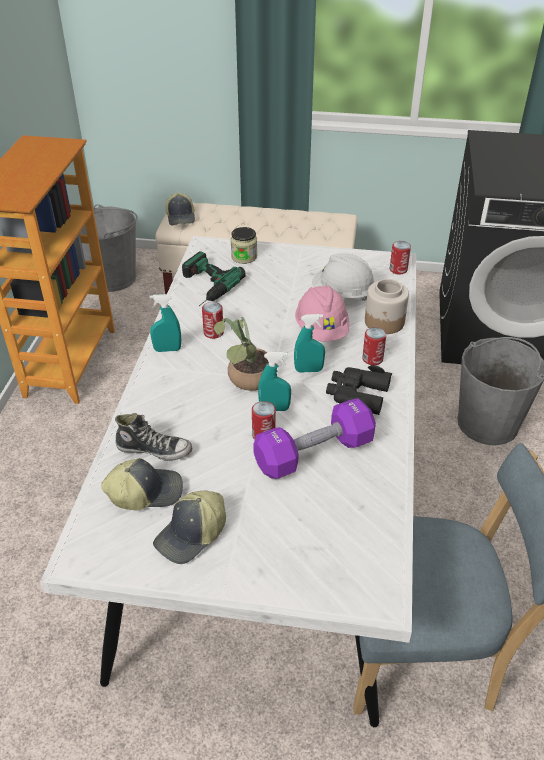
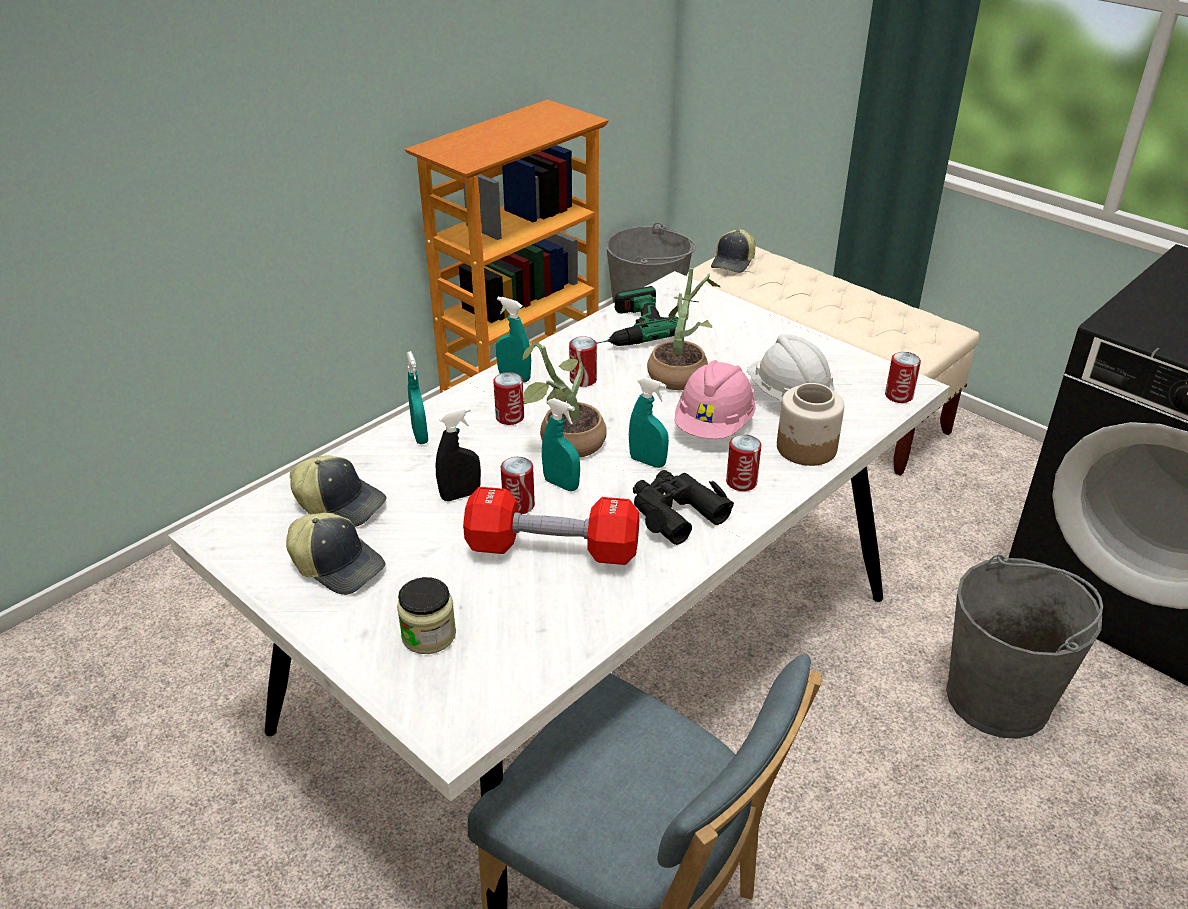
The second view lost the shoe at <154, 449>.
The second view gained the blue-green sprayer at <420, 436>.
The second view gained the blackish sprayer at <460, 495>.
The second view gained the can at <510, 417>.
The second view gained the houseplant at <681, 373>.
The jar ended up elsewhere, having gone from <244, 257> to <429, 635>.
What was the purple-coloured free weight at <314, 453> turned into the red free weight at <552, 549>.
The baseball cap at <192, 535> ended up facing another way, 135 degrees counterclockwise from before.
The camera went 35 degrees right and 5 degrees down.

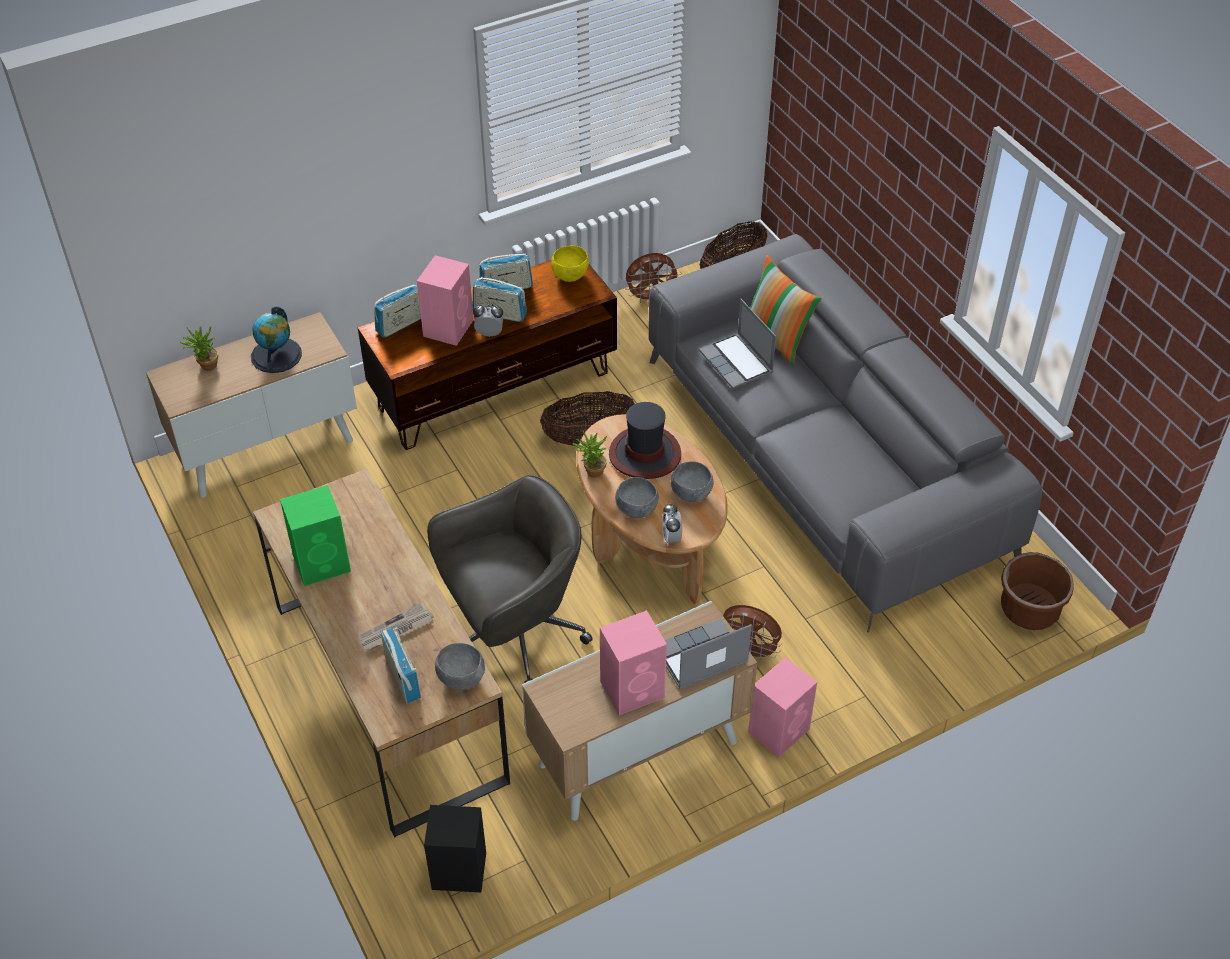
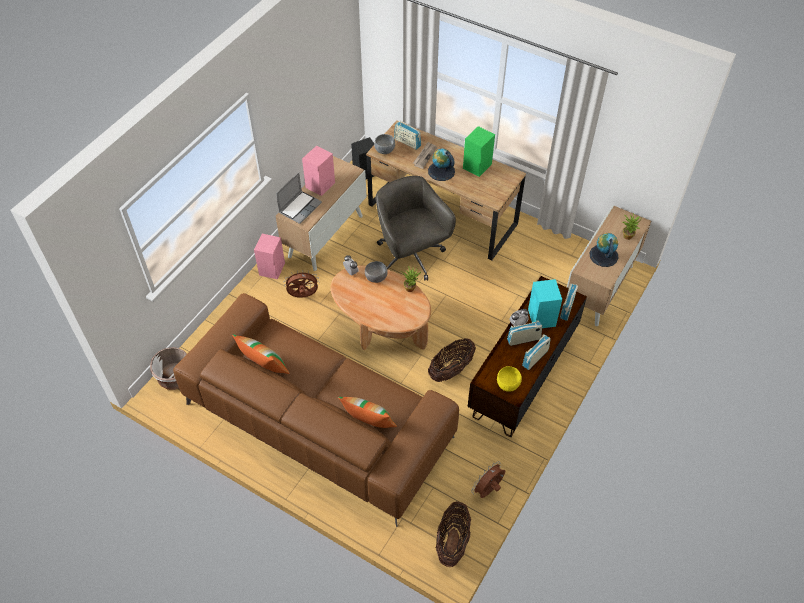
The second view lost the wearable hat at <645, 454>.
The second view lost the greyish deep dish at <691, 494>.
The second view lost the notebook computer at <737, 363>.
The second view gained the pillow at <264, 367>.
The second view gained the world globe at <441, 171>.
What was the pinkish speaker at <449, 327> turned into the blue-green speaker at <542, 318>.
What was the greyish sofa at <825, 456> turned into the brown-coloured sofa at <318, 420>.
What was the brown-coloured plant pot at <1029, 609> turned into the whitish plant pot at <174, 377>.
The greyish computer chair at <513, 634> ended up facing another way, 120 degrees clockwise from before.
The camera went 150 degrees right and 5 degrees up.

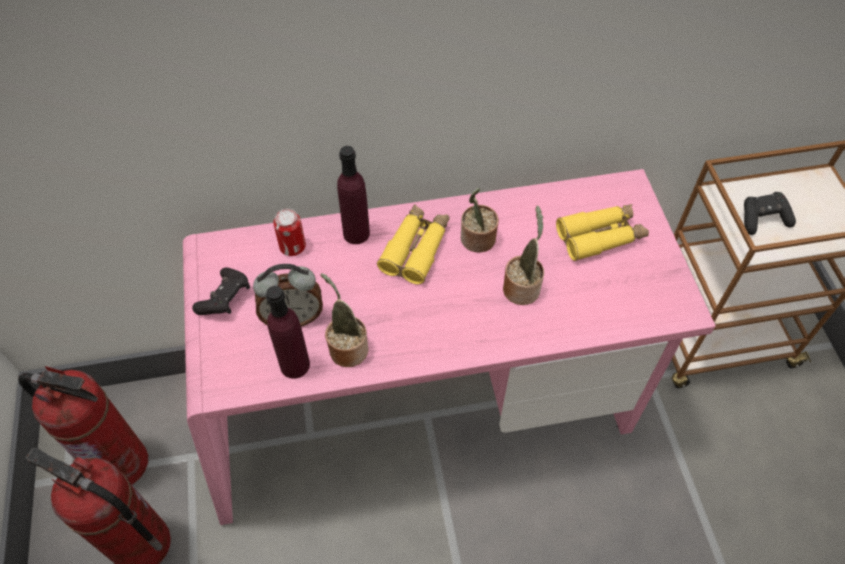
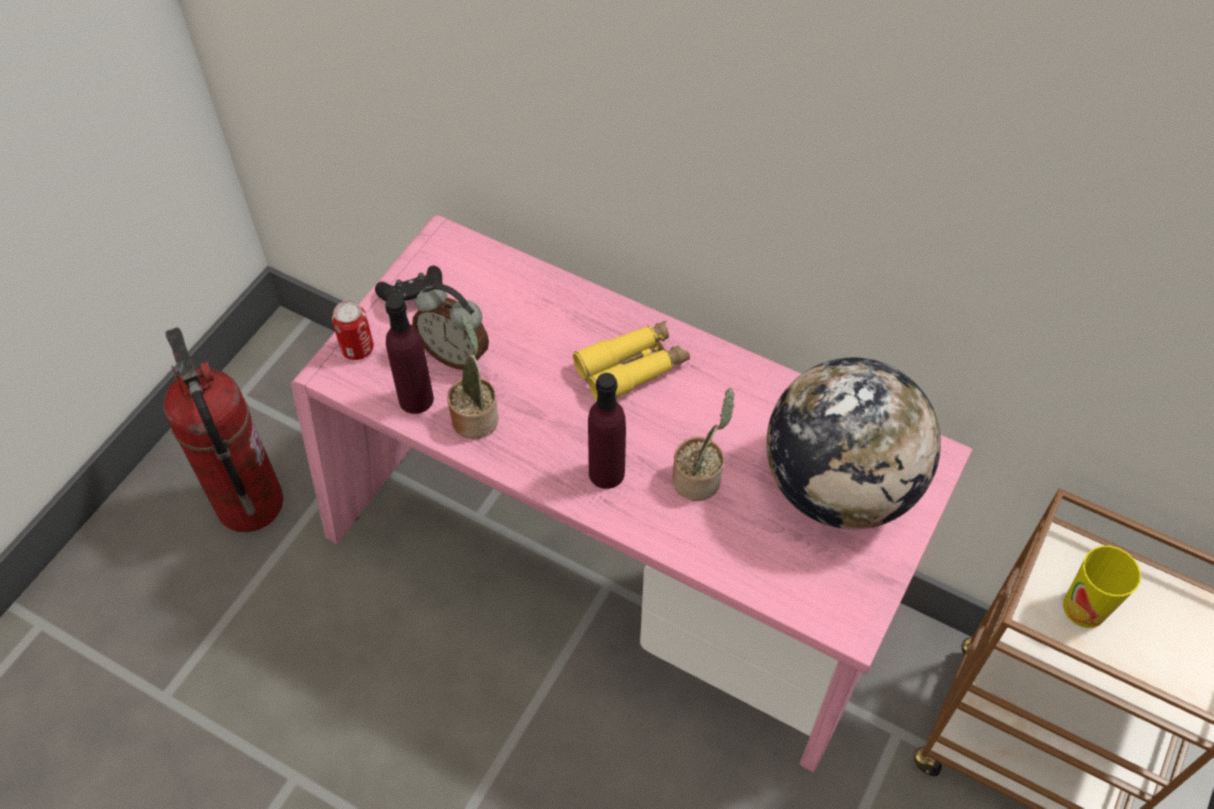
The second view lost the fire extinguisher at <121, 463>.
The second view lost the houseplant at <477, 240>.
The can ended up elsewhere, having gone from <292, 247> to <357, 348>.
The purple-coloured drink bottle ended up elsewhere, having gone from <356, 233> to <606, 473>.
Where the yellowish pair of binoculars stood at <600, 237>, the world globe came to stand at <839, 486>.
Where the blackish game controller stood at <762, 219>, the cup came to stand at <1084, 608>.
The camera went 40 degrees right and 0 degrees up.

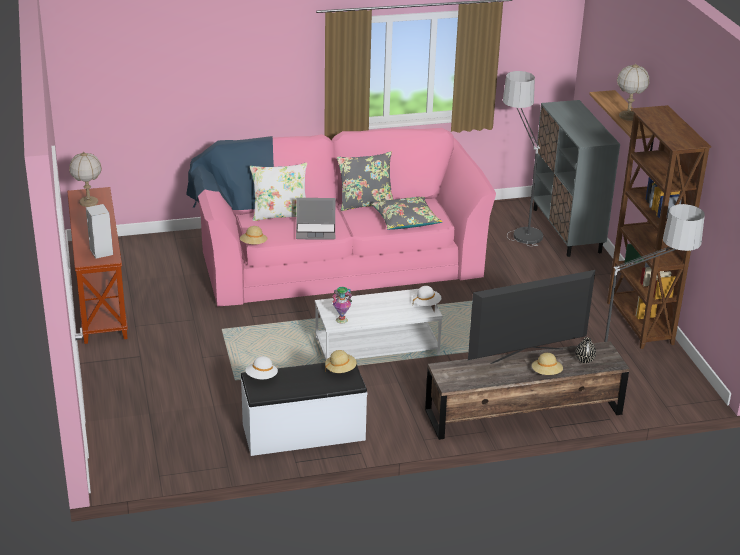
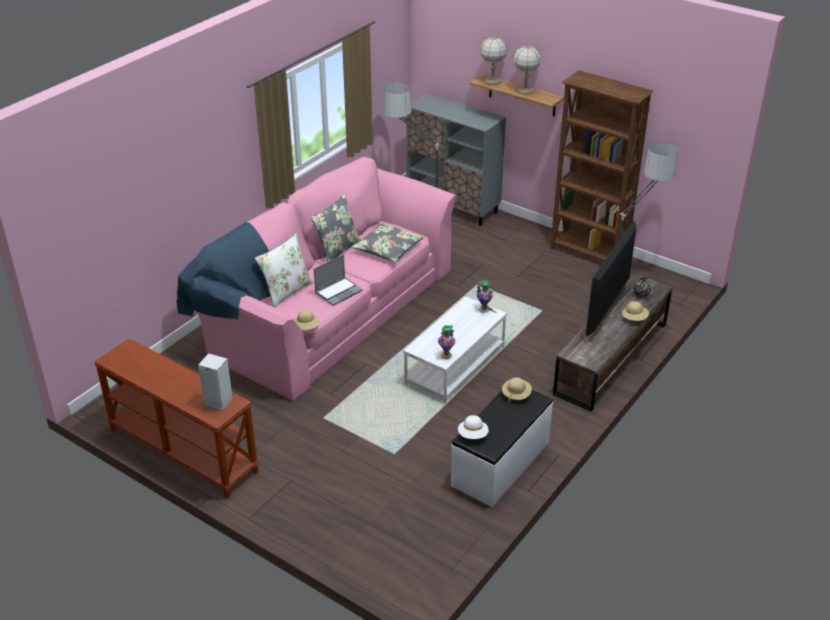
The table lamp ended up elsewhere, having gone from <88, 202> to <492, 81>.
Where the whitish wearable hat stood at <426, 304>, the vase came to stand at <483, 309>.
The camera went 40 degrees left and 5 degrees up.

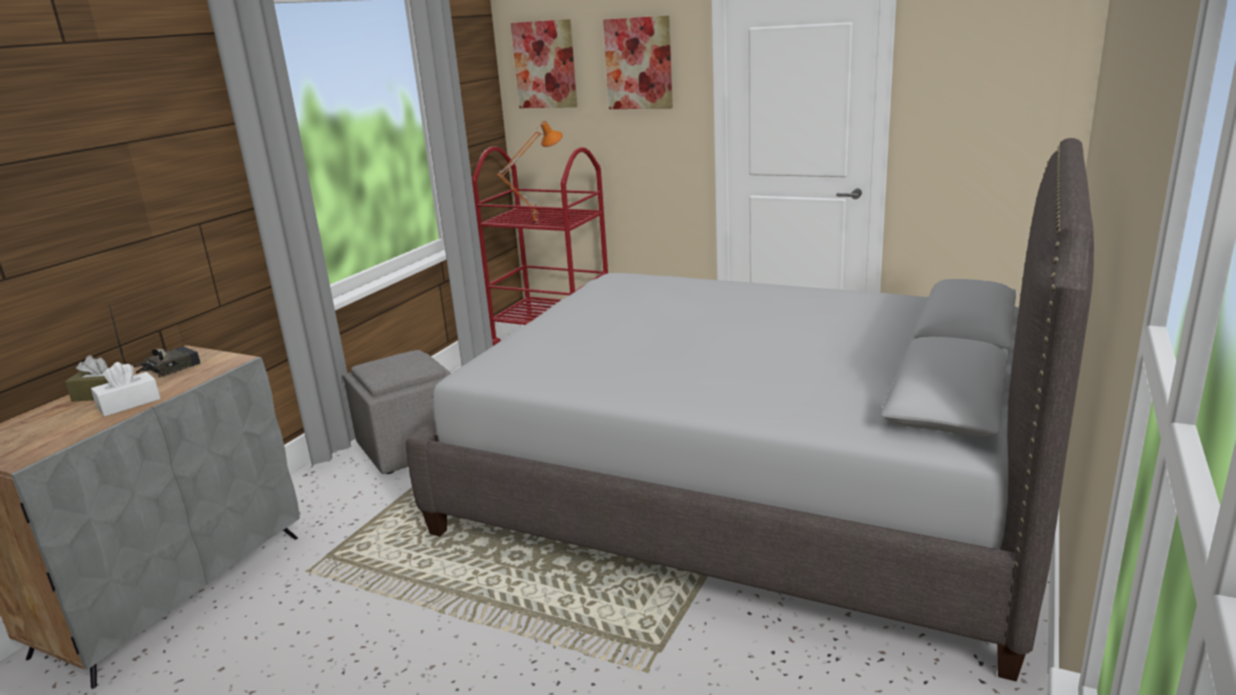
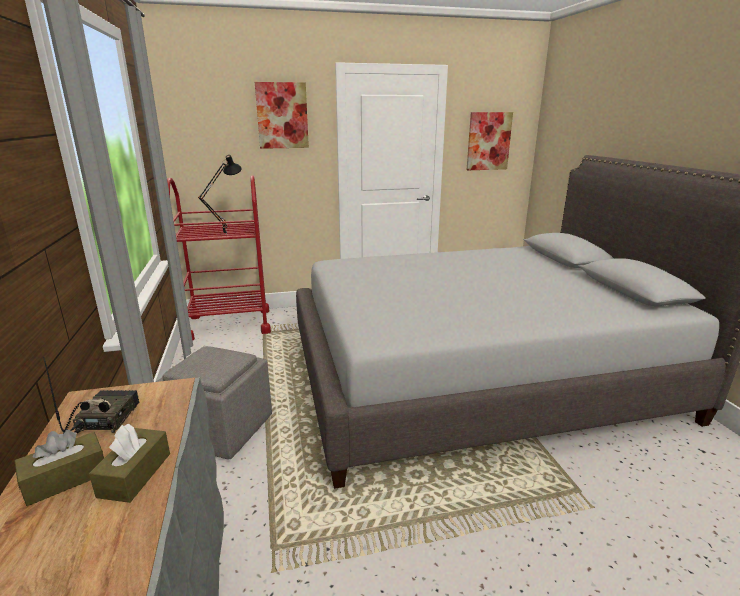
The picture ended up elsewhere, having gone from <545, 64> to <488, 141>.
What was the whitish box of tissues at <129, 404> turned into the brown-coloured box of tissues at <135, 475>.
What was the orange table lamp at <536, 223> turned into the blackish table lamp at <224, 234>.
The camera went 40 degrees left and 0 degrees up.

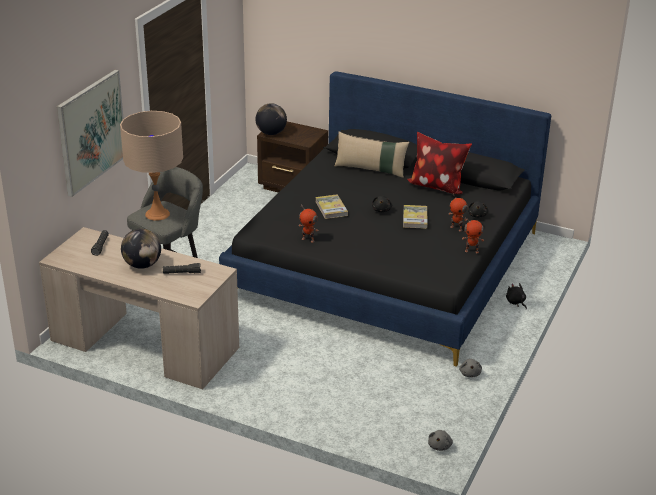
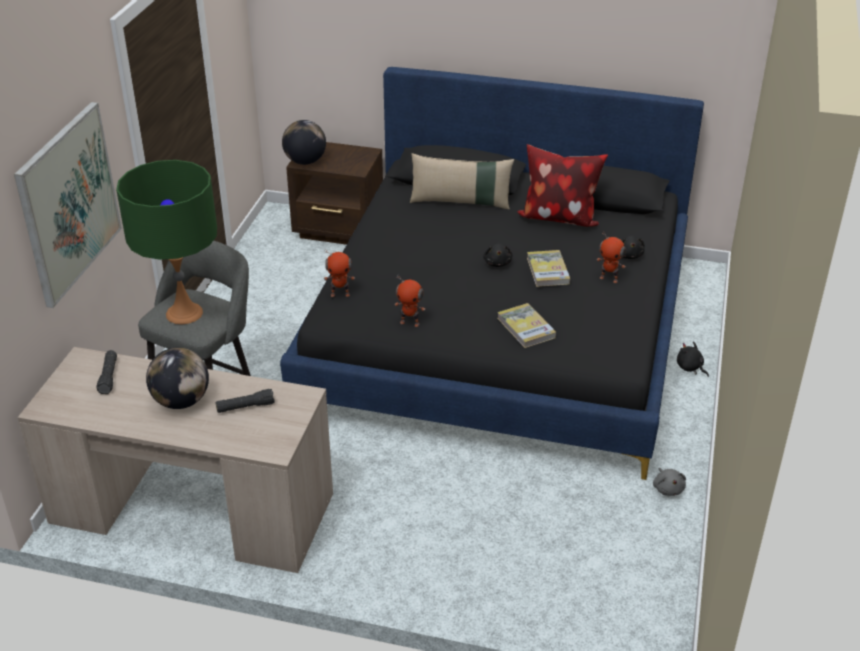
The second view lost the greyish soft toy at <440, 446>.
The book ended up elsewhere, having gone from <331, 208> to <526, 328>.
The toy robot ended up elsewhere, having gone from <471, 251> to <340, 294>.
What was the beige table lamp at <157, 214> turned into the green table lamp at <184, 313>.
The camera went 10 degrees left and 5 degrees up.

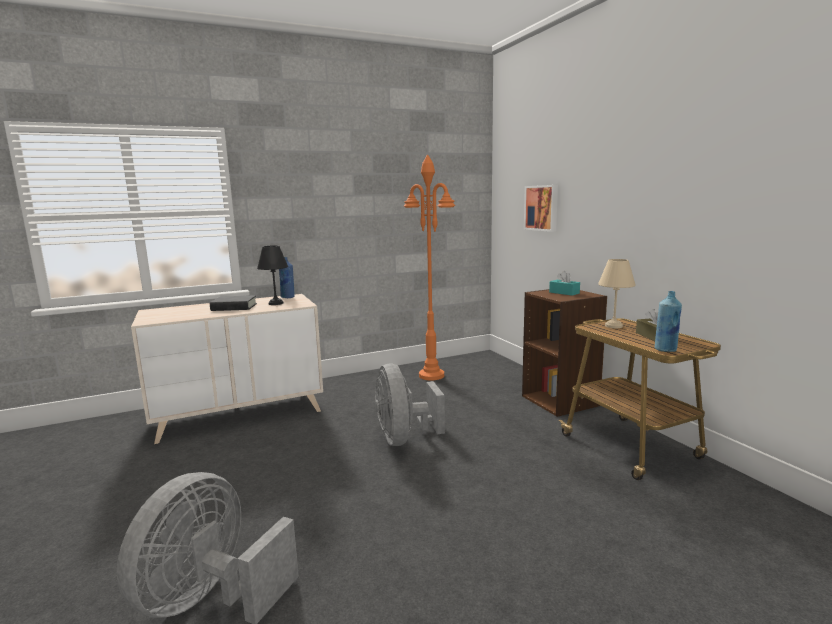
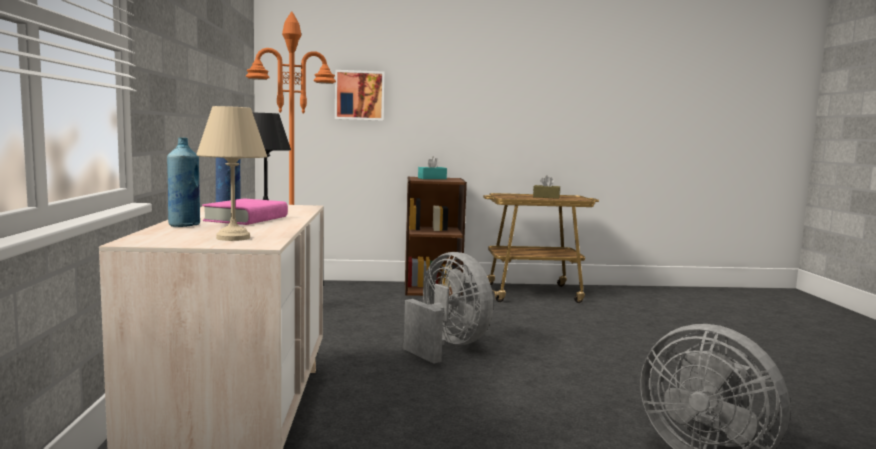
The beige table lamp ended up elsewhere, having gone from <614, 326> to <235, 238>.
The bluish drink bottle ended up elsewhere, having gone from <665, 350> to <184, 225>.
What was the blackish book at <234, 307> turned into the pinkish book at <246, 219>.
The greyish electric fan at <403, 438> ended up facing another way, 135 degrees counterclockwise from before.
The camera went 70 degrees left and 5 degrees down.

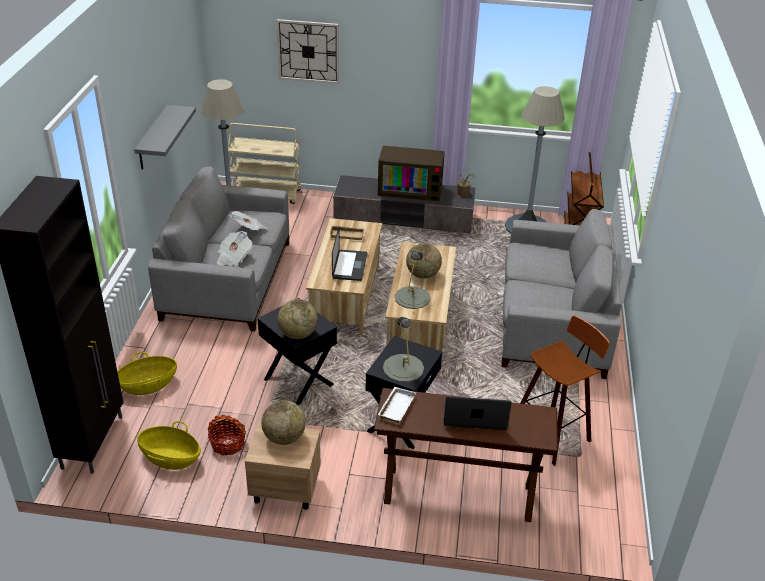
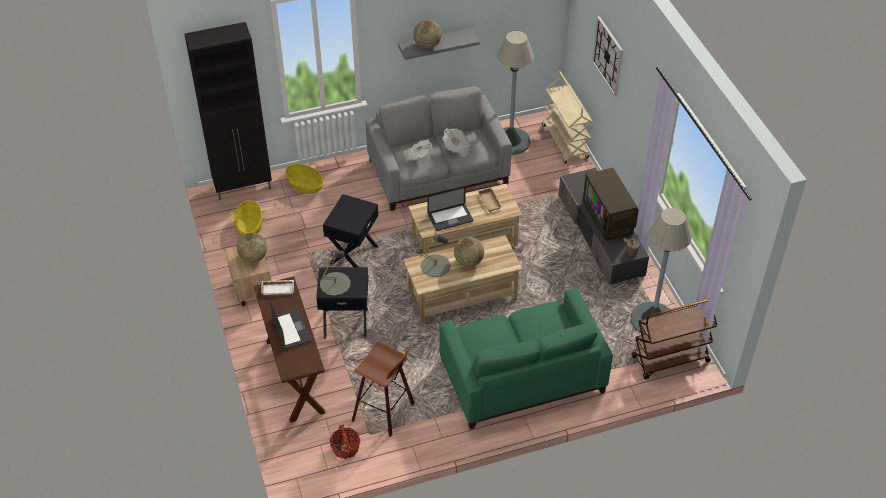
The basket ended up elsewhere, having gone from <227, 444> to <345, 448>.
The world globe ended up elsewhere, having gone from <298, 334> to <427, 45>.
What was the greyish sofa at <551, 322> turned into the green sofa at <521, 375>.
The camera went 65 degrees right and 10 degrees up.

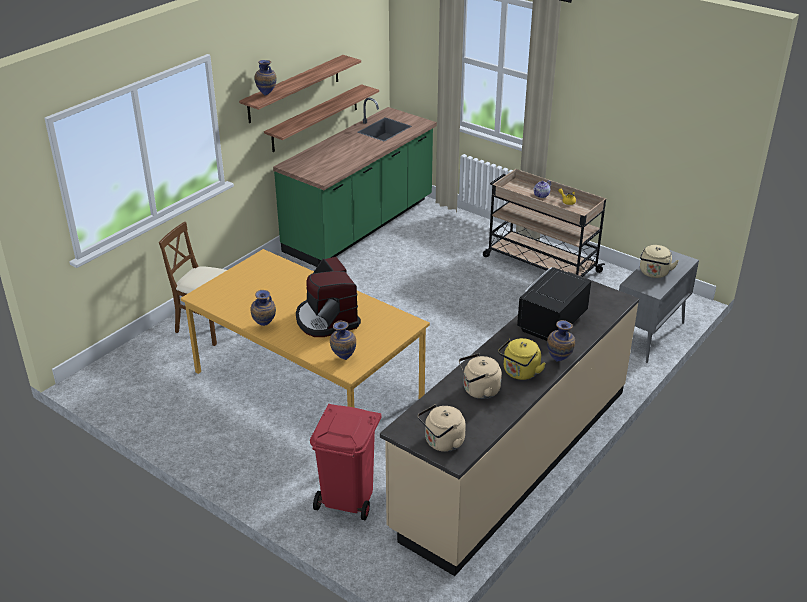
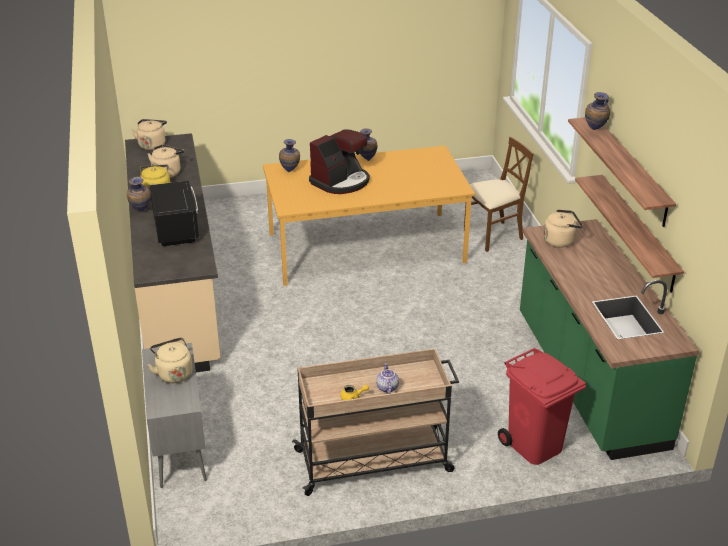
The second view gained the beige water kettle at <560, 241>.
The red waste bin ended up elsewhere, having gone from <348, 498> to <534, 445>.
The coffee maker at <326, 319> ended up facing another way, 120 degrees clockwise from before.
The camera went 130 degrees right and 0 degrees up.

